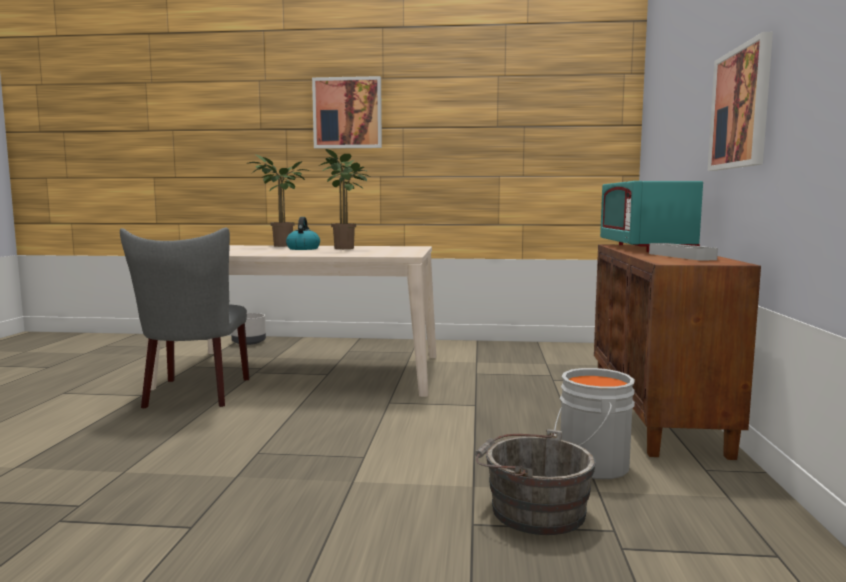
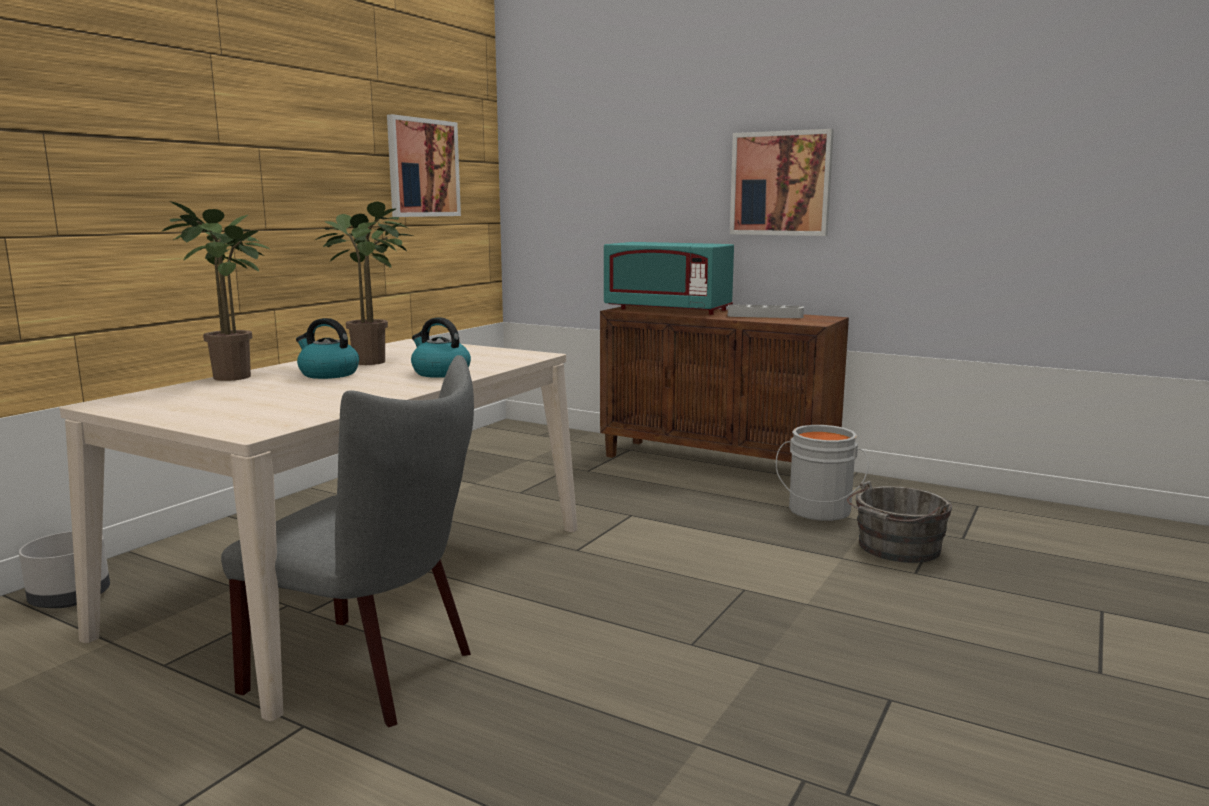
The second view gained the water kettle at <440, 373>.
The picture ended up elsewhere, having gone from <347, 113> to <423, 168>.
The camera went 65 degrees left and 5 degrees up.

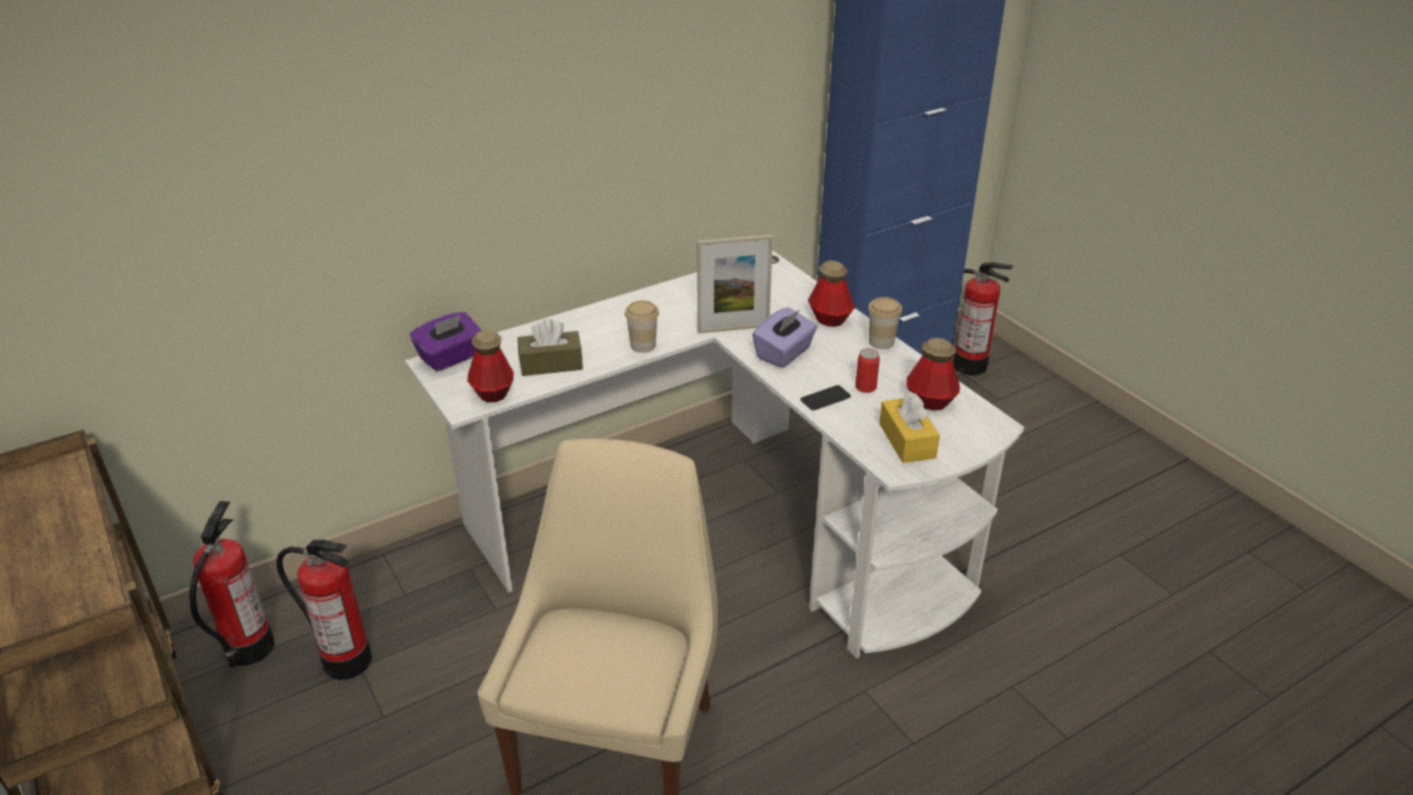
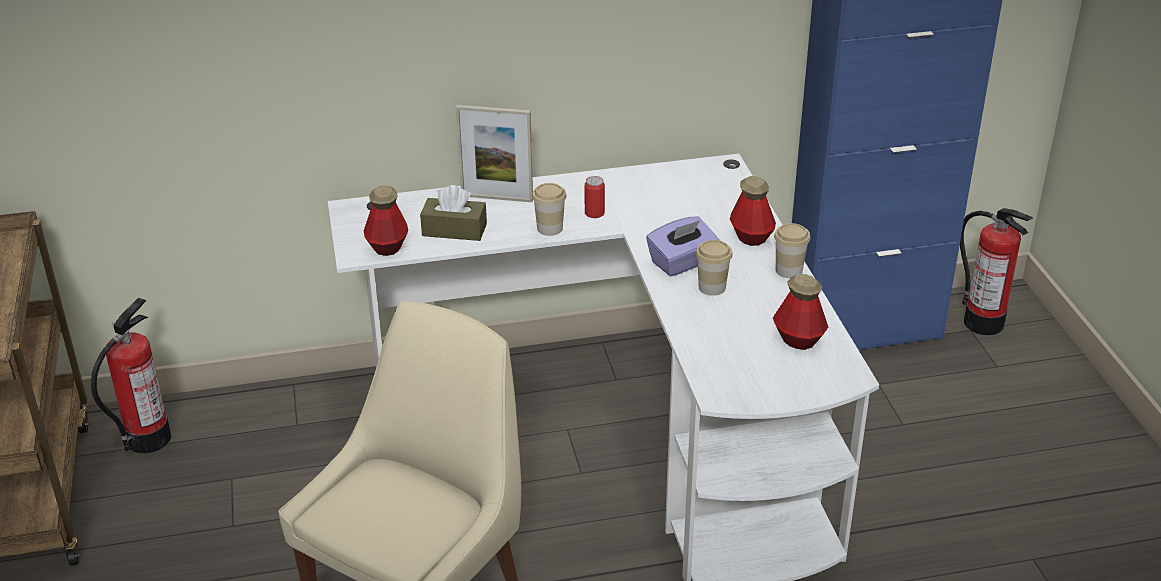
The second view lost the fire extinguisher at <347, 660>.
The second view lost the purple-coloured box of tissues at <451, 358>.
The second view lost the handset at <825, 398>.
The second view lost the yellowish box of tissues at <907, 441>.
The second view gained the cup at <712, 287>.
The photo frame ended up elsewhere, having gone from <733, 328> to <497, 198>.
The can ended up elsewhere, having gone from <865, 387> to <594, 213>.
The camera went 20 degrees right and 0 degrees up.

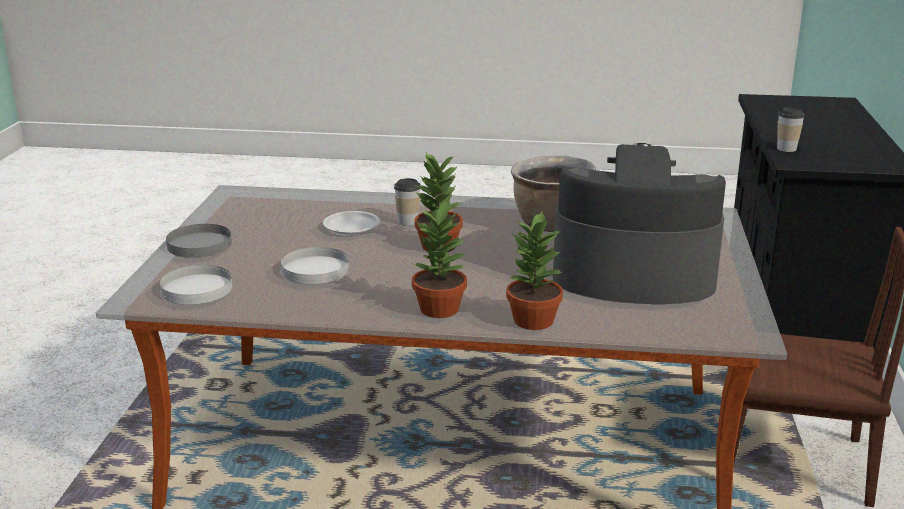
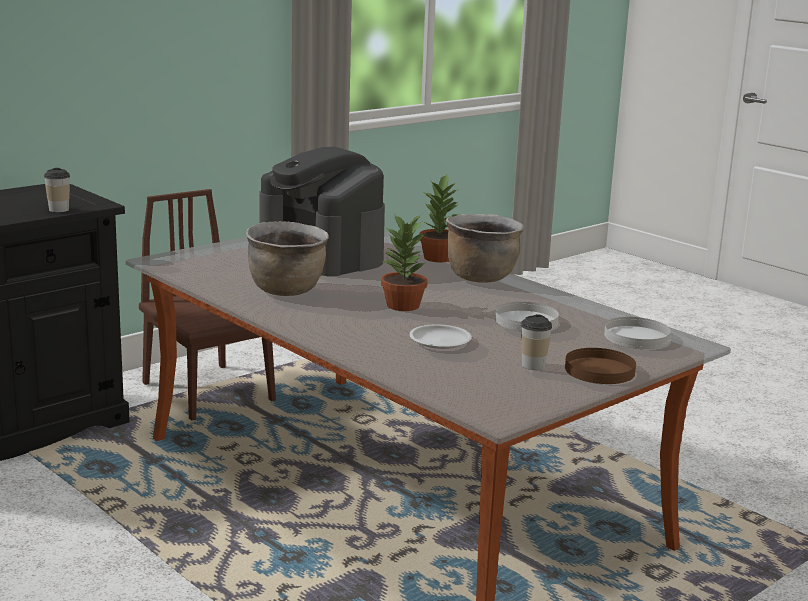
The cup ended up elsewhere, having gone from <408, 221> to <533, 365>.
Where the houseplant stood at <440, 309>, the brown-coloured cooking pot came to stand at <481, 277>.
What was the greyish flat dish at <200, 244> turned into the brown-coloured flat dish at <599, 370>.
The camera went 140 degrees left and 5 degrees down.

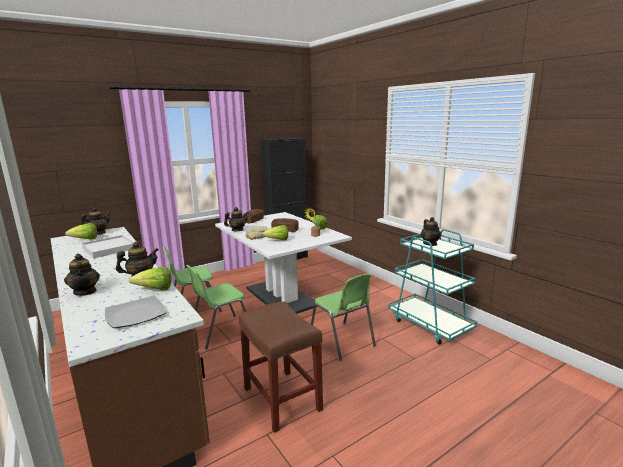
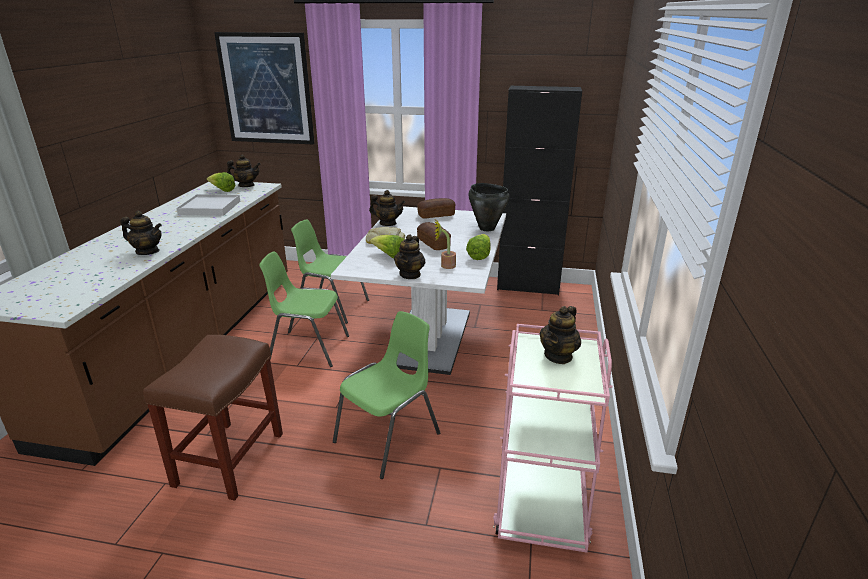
The second view lost the flat dish at <136, 314>.
The second view lost the lettuce at <155, 290>.
The second view gained the picture at <266, 89>.
The second view gained the blackish cooking pot at <487, 228>.
The tea pot ended up elsewhere, having gone from <85, 292> to <410, 274>.
What was the blue-green trolley at <430, 324> turned into the pinkish trolley at <541, 496>.
The green plain chair at <342, 341> ended up facing another way, 150 degrees counterclockwise from before.
The camera went 45 degrees right and 10 degrees up.

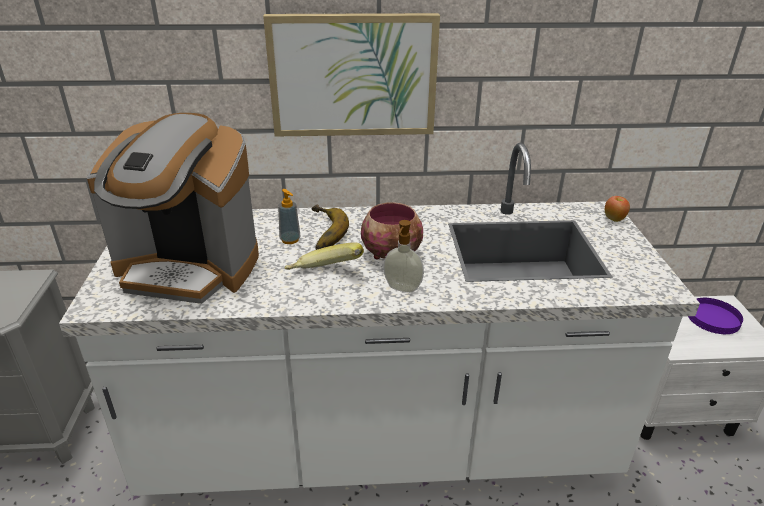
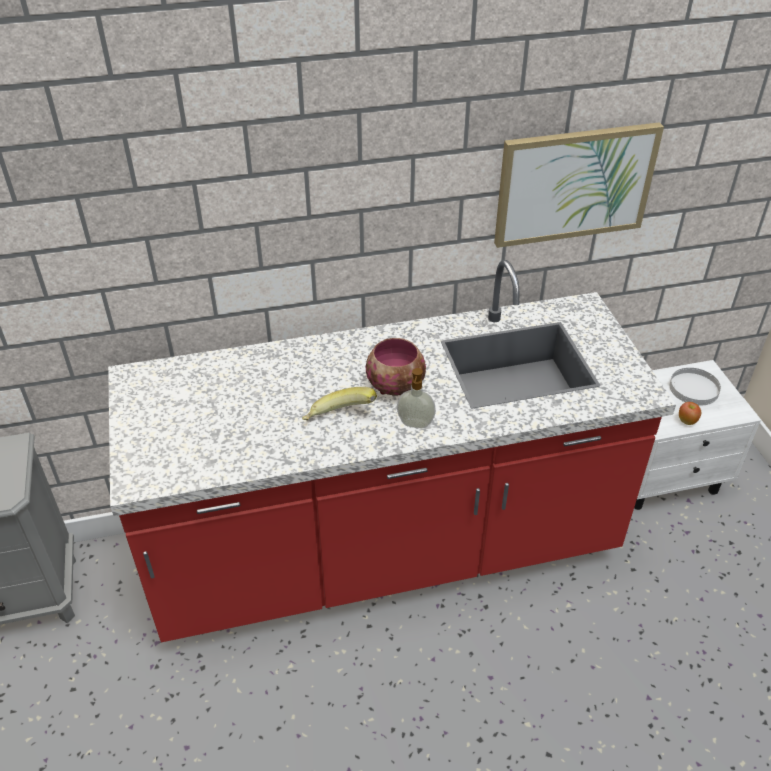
The second view lost the coffee maker at <189, 268>.
The second view lost the soap dispenser at <290, 240>.
The second view lost the banana fruit at <320, 232>.
The picture ended up elsewhere, having gone from <353, 75> to <574, 184>.
The apple ended up elsewhere, having gone from <614, 219> to <687, 421>.
What was the whitish kitchen counter at <380, 443> turned into the red kitchen counter at <385, 552>.
What was the purple-coloured flat dish at <713, 318> turned into the whitish flat dish at <694, 389>.
The camera went 10 degrees left and 10 degrees up.

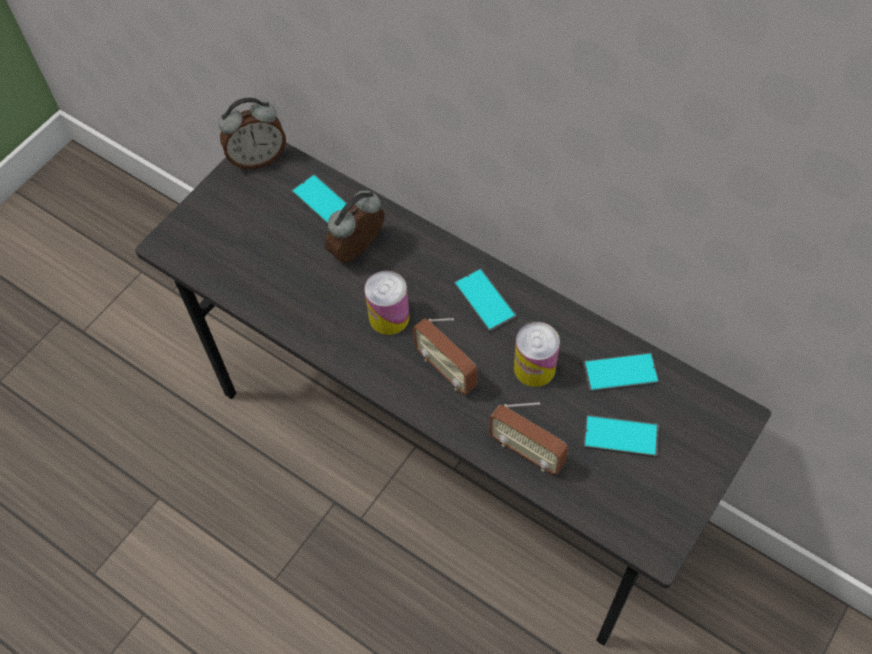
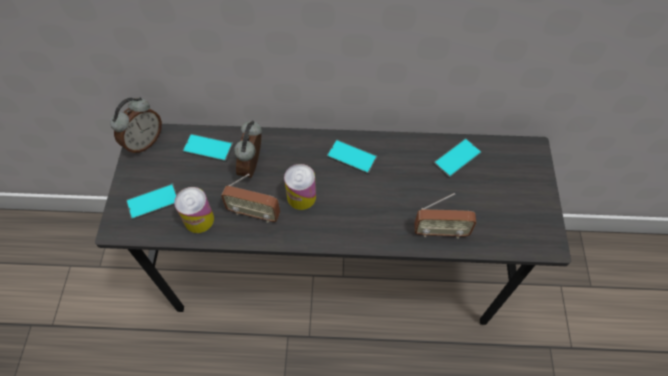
The radio receiver ended up elsewhere, having gone from <446, 370> to <254, 213>.
The can ended up elsewhere, having gone from <534, 368> to <199, 219>.
The handset ended up elsewhere, having gone from <621, 436> to <153, 202>.
The camera went 35 degrees left and 0 degrees up.

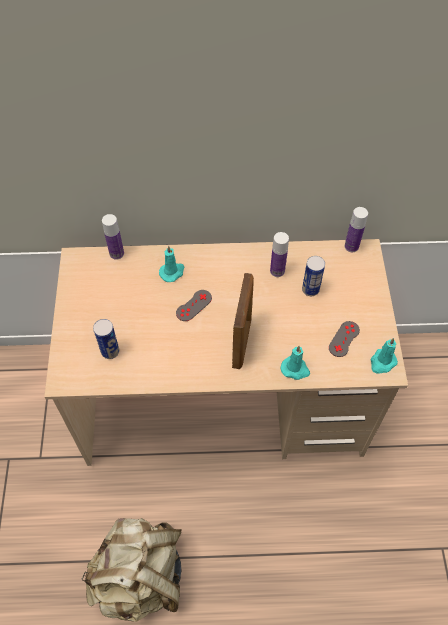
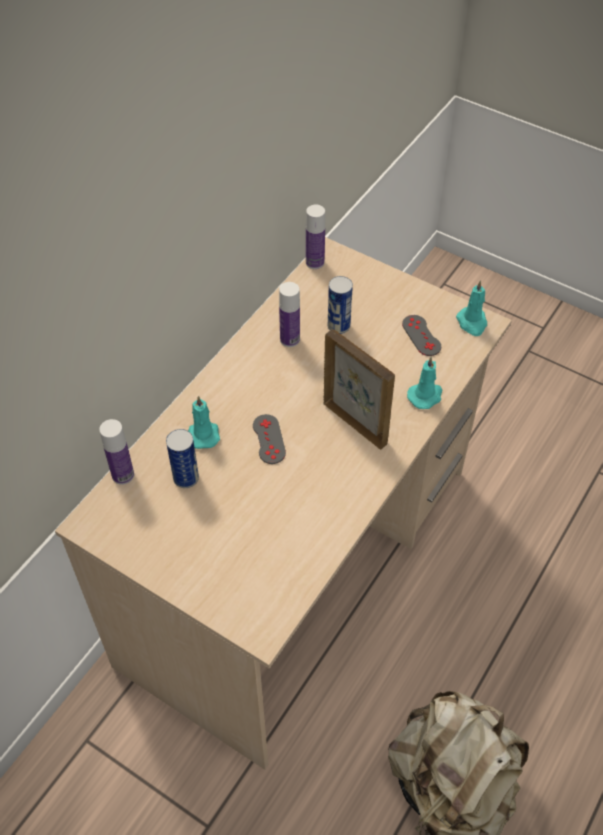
The can ended up elsewhere, having gone from <110, 351> to <186, 478>.
The camera went 55 degrees left and 5 degrees down.

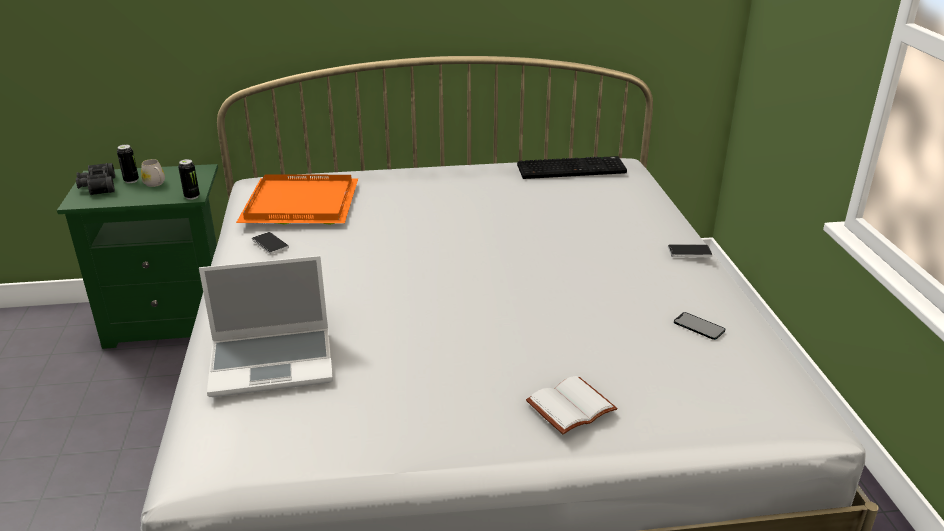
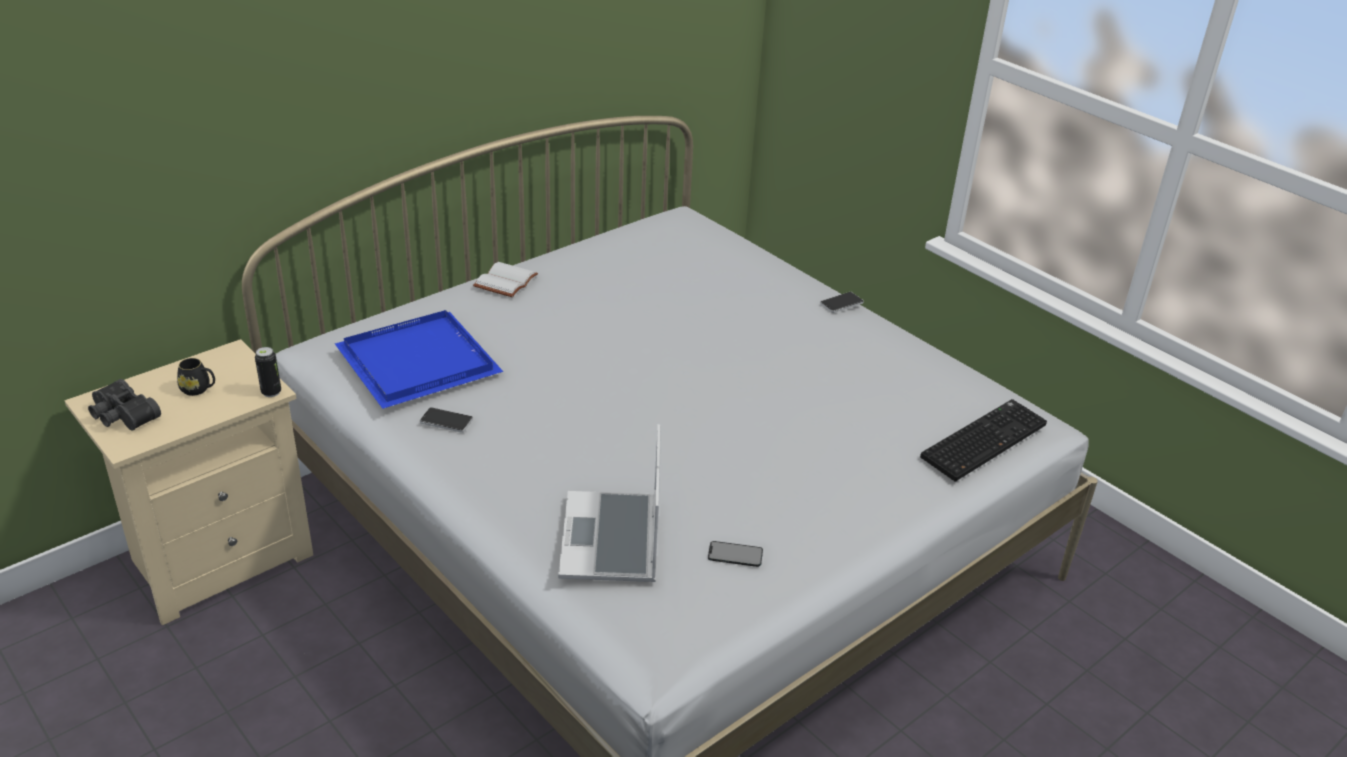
The second view lost the can at <131, 180>.
The PC keyboard ended up elsewhere, having gone from <572, 169> to <983, 439>.
The whitish book ended up elsewhere, having gone from <571, 408> to <506, 282>.
The handset ended up elsewhere, having gone from <699, 326> to <735, 554>.
What was the green nightstand at <172, 321> turned into the beige nightstand at <218, 558>.
What was the whitish tea mug at <156, 184> turned into the blackish tea mug at <199, 389>.
What was the orange serving tray at <302, 204> turned into the bluish serving tray at <421, 363>.
The notebook computer at <273, 362> ended up facing another way, 135 degrees clockwise from before.
The camera went 35 degrees left and 5 degrees up.

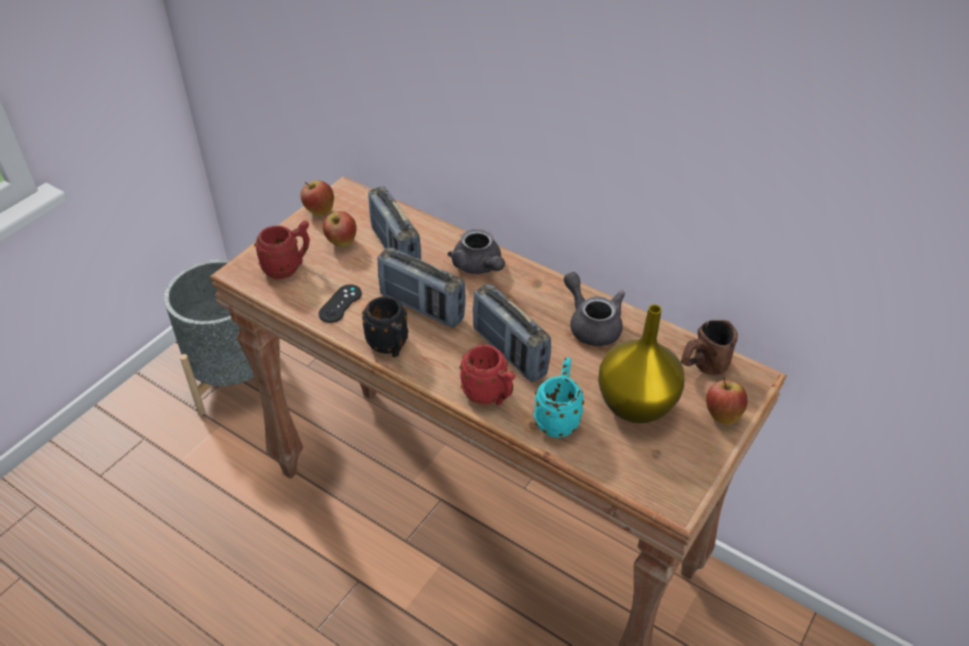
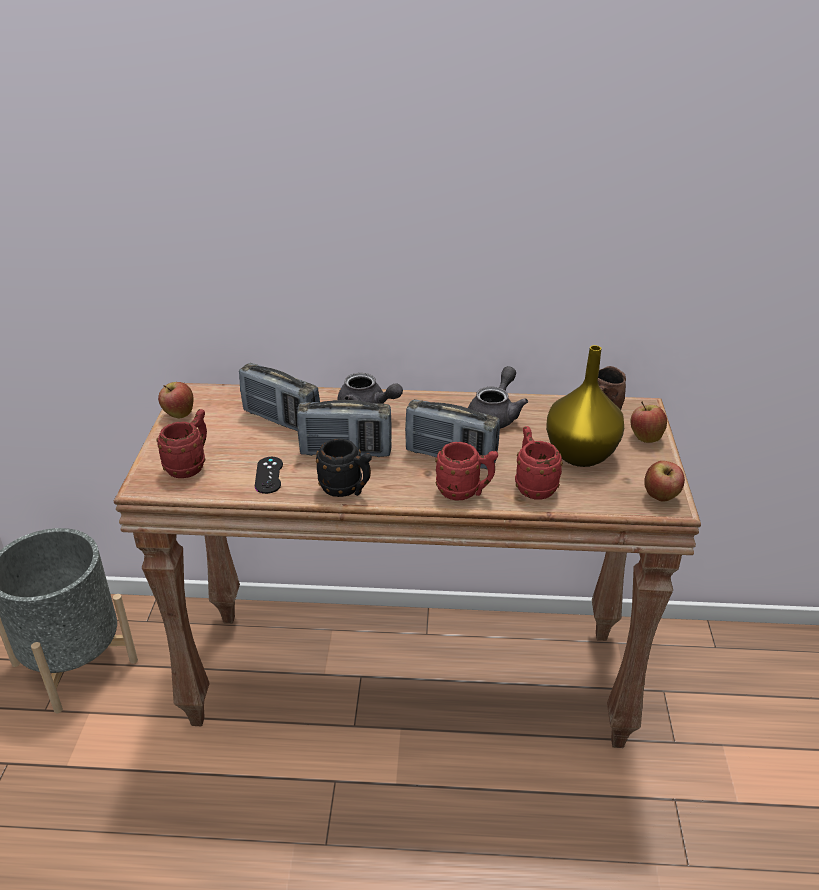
The apple ended up elsewhere, having gone from <341, 243> to <660, 497>.
What was the blue-green tea mug at <558, 417> turned into the red tea mug at <533, 485>.
The greyish tea pot at <591, 324> ended up facing another way, 90 degrees clockwise from before.
The camera went 30 degrees left and 10 degrees down.

